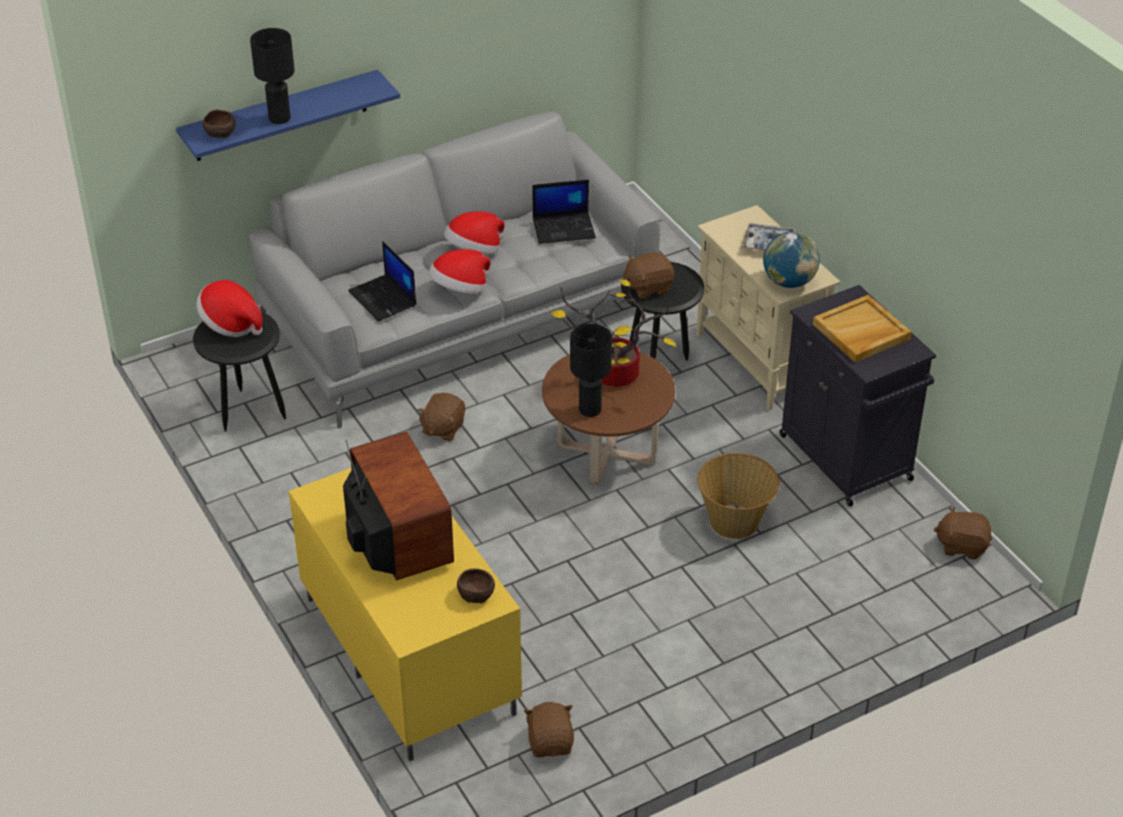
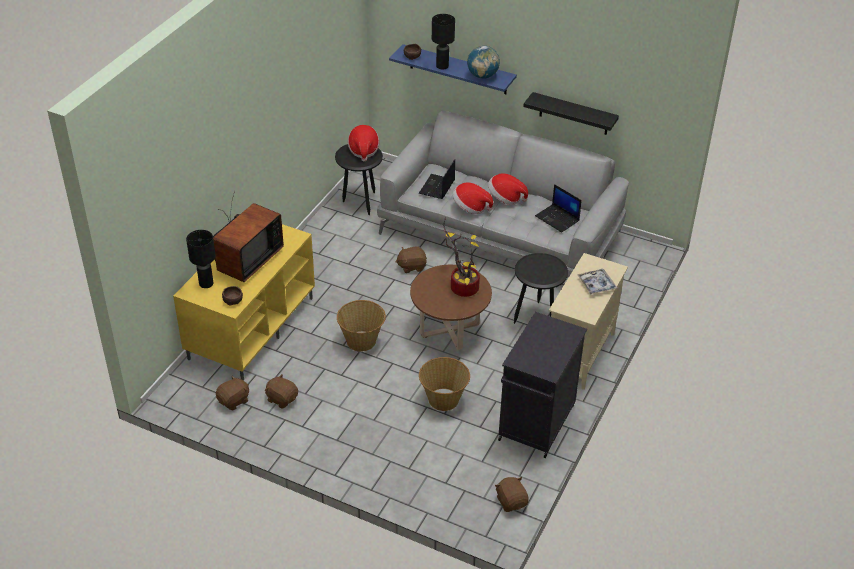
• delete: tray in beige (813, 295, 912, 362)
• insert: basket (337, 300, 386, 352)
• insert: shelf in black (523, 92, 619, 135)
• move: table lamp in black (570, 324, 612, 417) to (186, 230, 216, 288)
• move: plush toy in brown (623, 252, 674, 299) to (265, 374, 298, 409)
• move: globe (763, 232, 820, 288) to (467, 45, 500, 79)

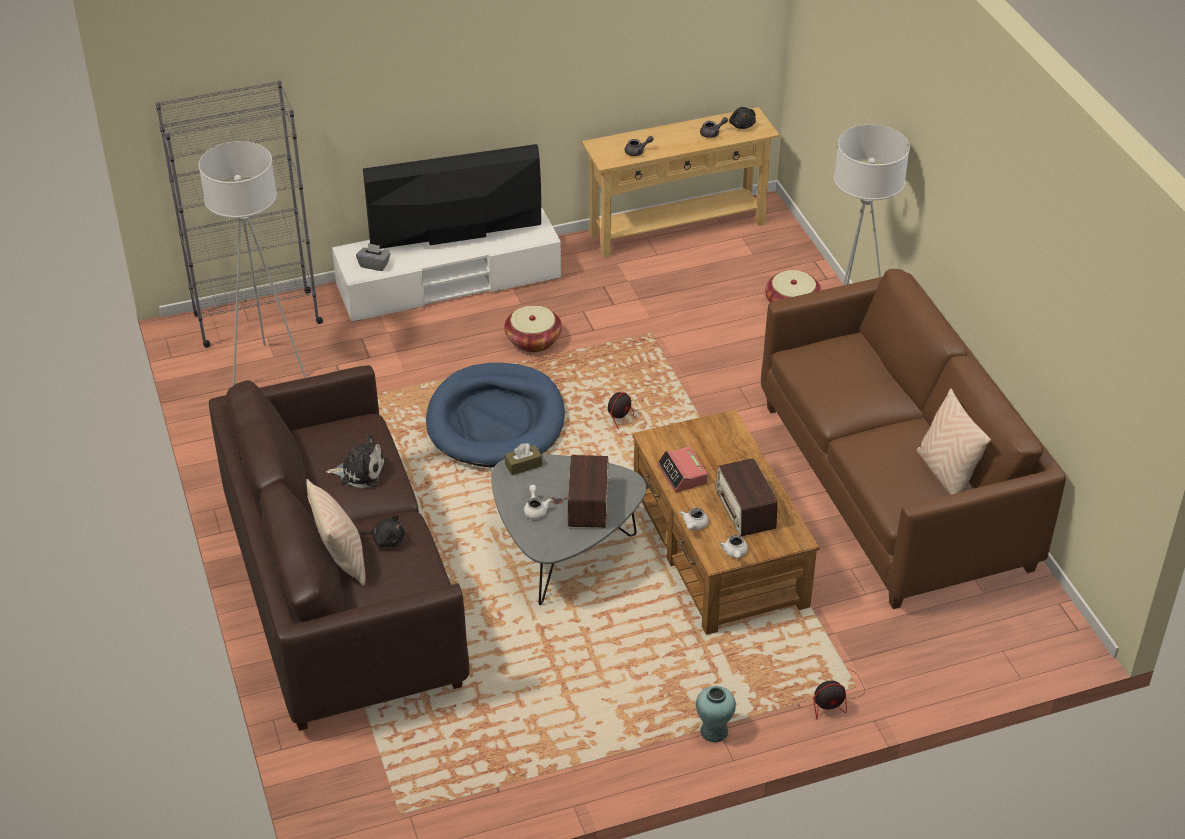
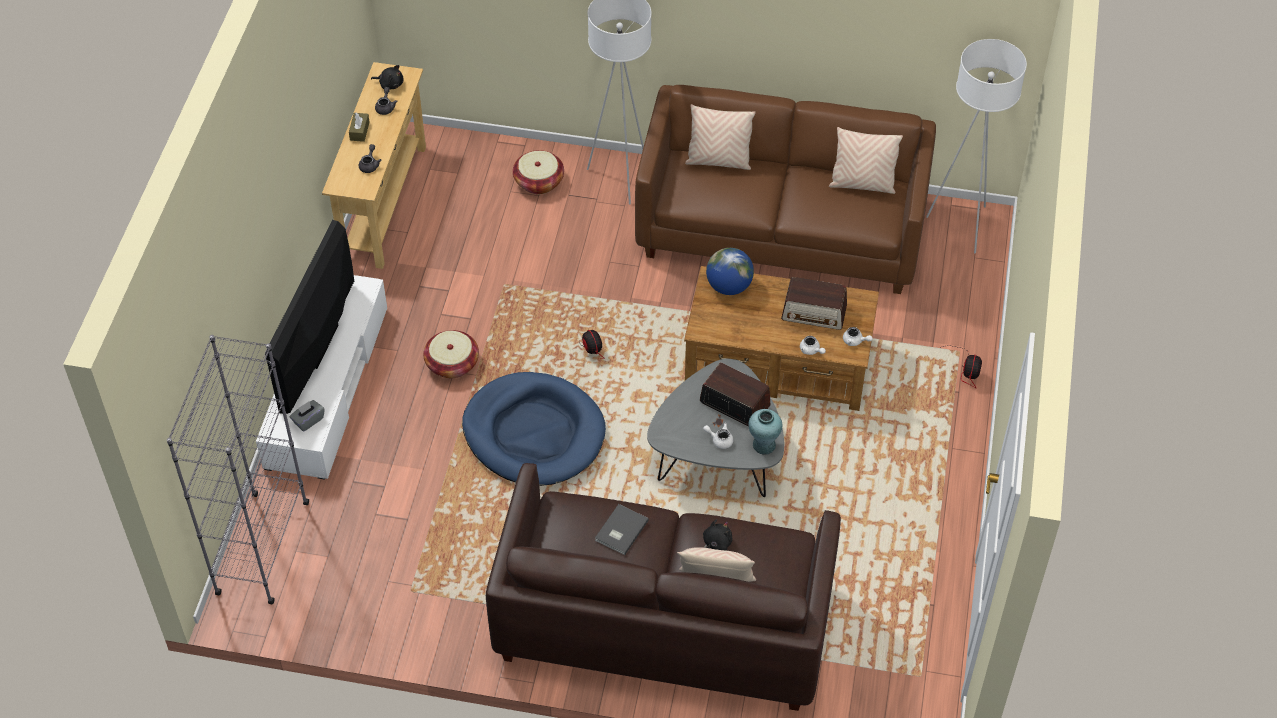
• delete: alarm clock (657, 447, 708, 493)
• insert: pillow in beige (685, 104, 756, 170)
• insert: globe (706, 248, 754, 295)
• move: floor lamp in white (199, 141, 306, 386) to (926, 39, 1027, 253)
• move: tissue box in brown (505, 443, 542, 475) to (349, 113, 370, 142)
• move: vase in turquoise (696, 686, 736, 743) to (748, 409, 782, 455)
• replace: plush toy (326, 434, 385, 488) to book in grey (595, 504, 649, 555)

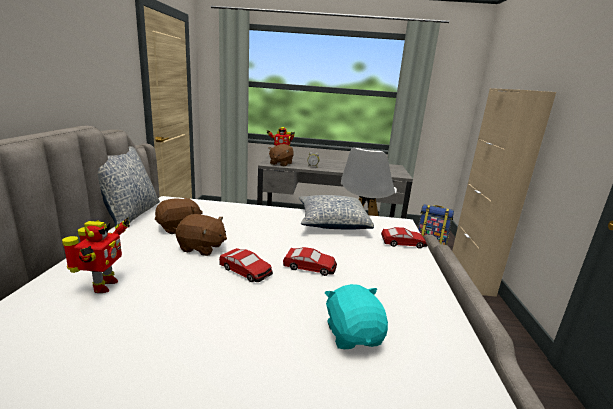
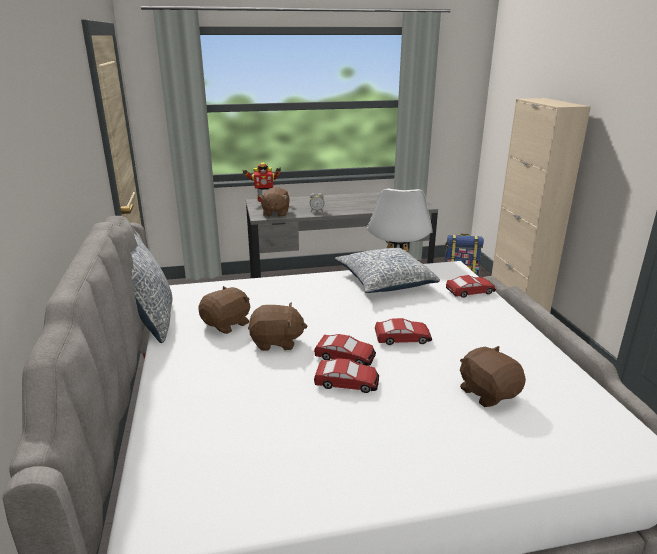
• delete: toy robot (62, 217, 130, 293)
• insert: toy car (314, 358, 379, 393)
• recolor: plush toy in turquoise (325, 284, 388, 349) to plush toy in brown (460, 346, 526, 407)

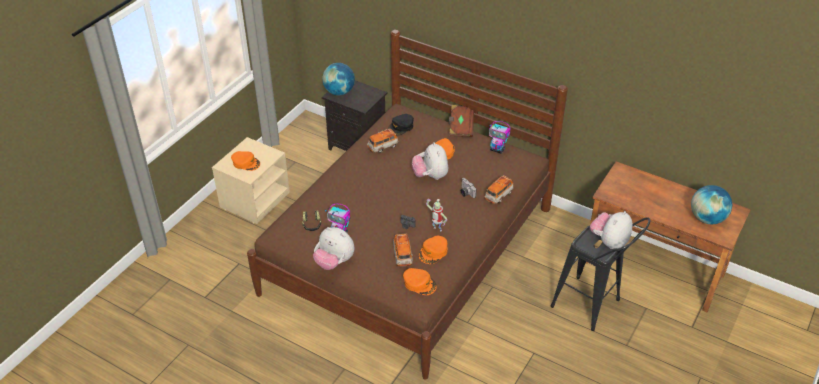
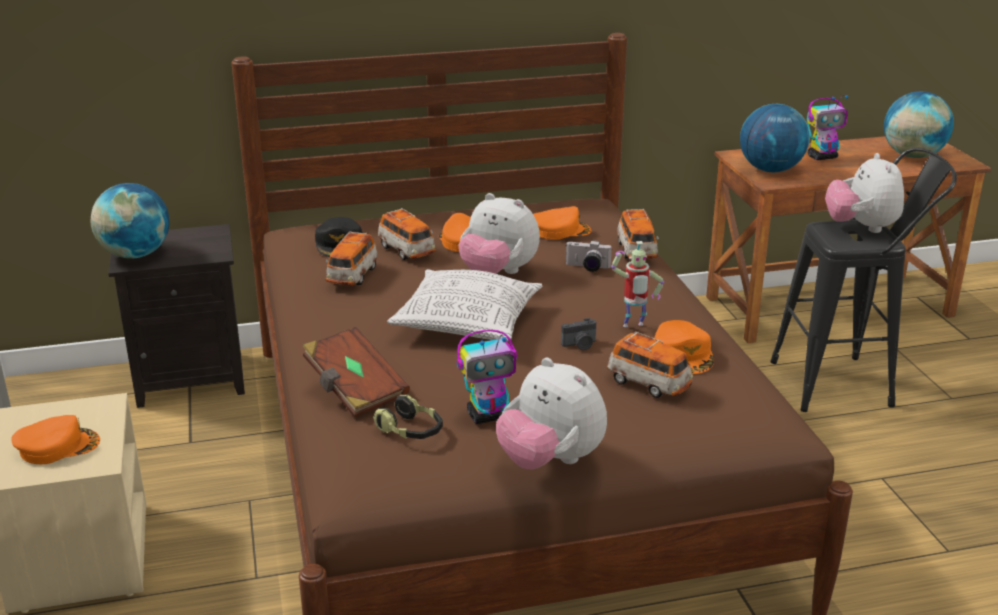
• insert: toy car (378, 208, 436, 260)
• insert: pillow (387, 269, 543, 342)
• insert: globe (740, 104, 810, 172)
• move: cap in orange (403, 268, 437, 295) to (533, 206, 592, 240)
• move: book in brown (448, 105, 474, 137) to (303, 327, 410, 418)
• move: toy robot (489, 121, 510, 154) to (807, 95, 849, 160)
• rotate: plush toy (313, 227, 355, 270) = (496, 357, 607, 469) 60 degrees clockwise

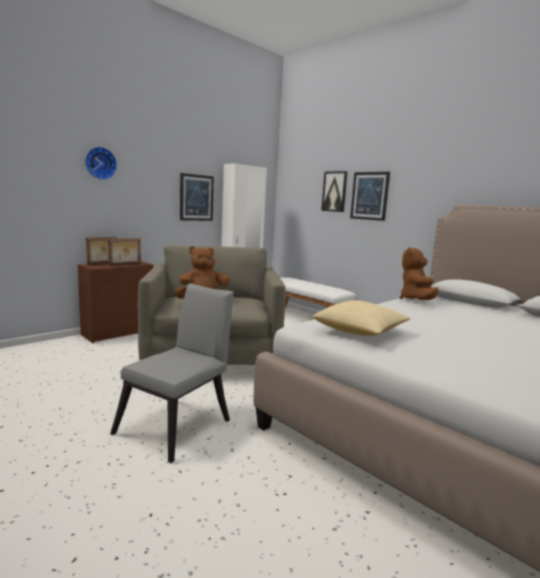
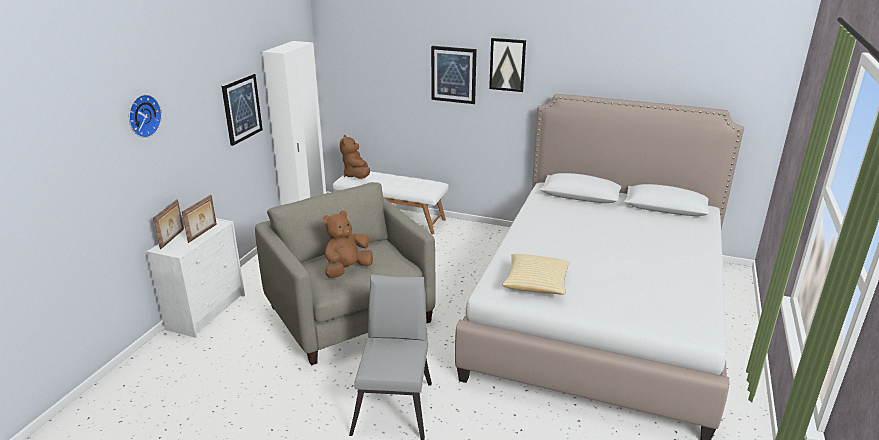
• move: picture (321, 171, 348, 212) to (489, 38, 526, 92)
• move: plush toy in brown (400, 247, 438, 300) to (340, 135, 370, 178)
• recolor: dresser in brown (78, 261, 153, 343) to dresser in white (146, 218, 245, 338)

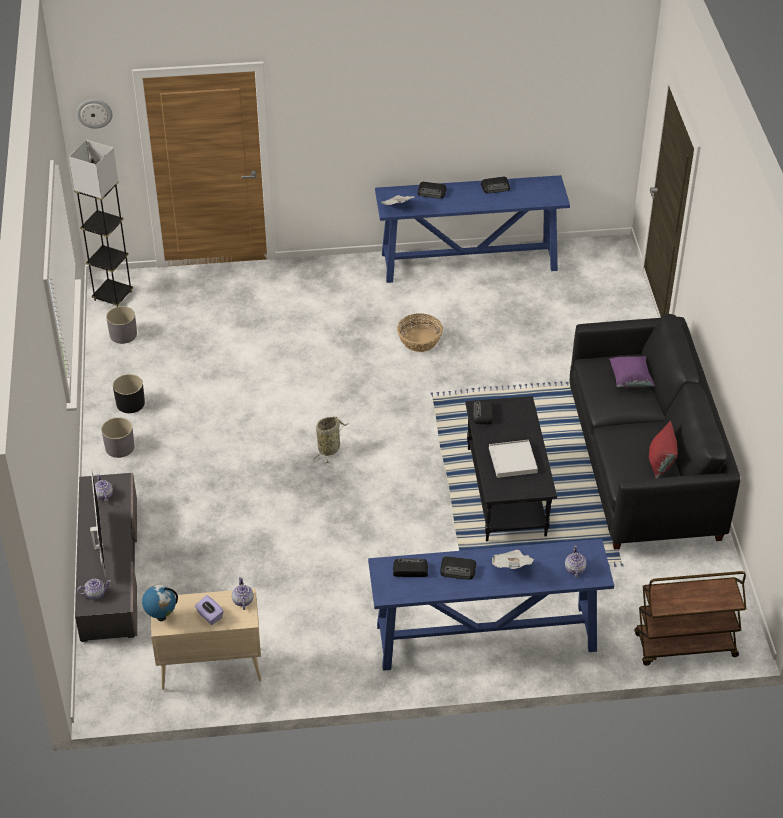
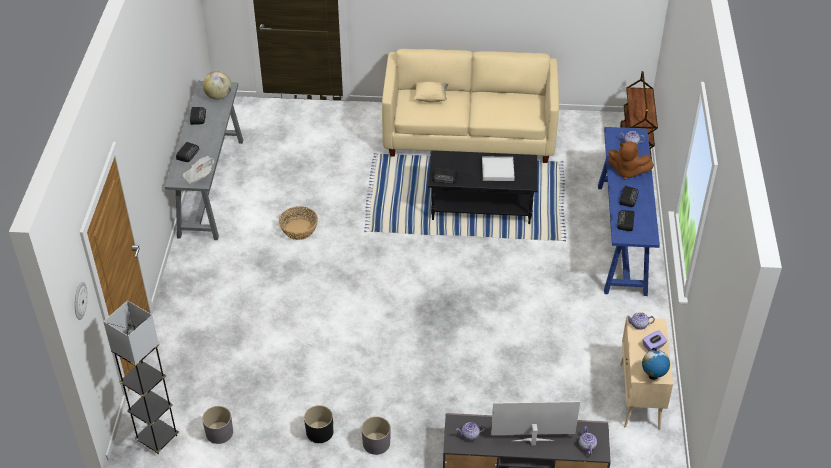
• delete: basket (313, 417, 349, 463)
• delete: pillow in red (649, 421, 678, 478)
• insert: globe (203, 71, 232, 100)
• replace: newspaper (492, 550, 534, 569) to plush toy in brown (608, 141, 654, 180)
• recolor: console table in blue (375, 175, 570, 283) to console table in grey (164, 81, 243, 240)
• recolor: sofa in black (570, 314, 741, 549) to sofa in beige (382, 49, 559, 163)
• recolor: pillow in purple (609, 356, 655, 388) to pillow in beige (414, 82, 449, 102)

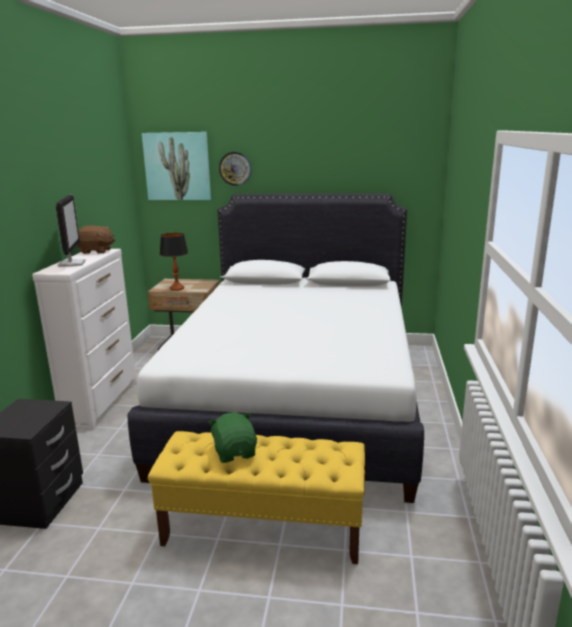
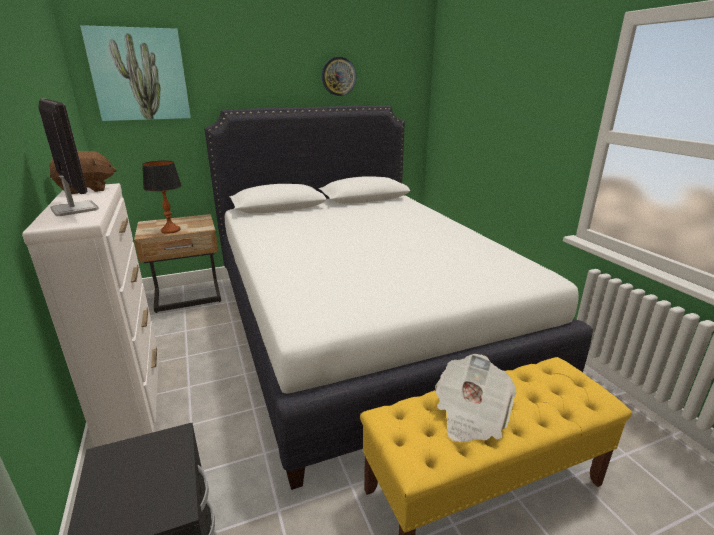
• move: wall clock (219, 152, 252, 186) to (322, 57, 356, 96)
• replace: plush toy in green (208, 412, 257, 463) to newspaper (435, 354, 517, 442)

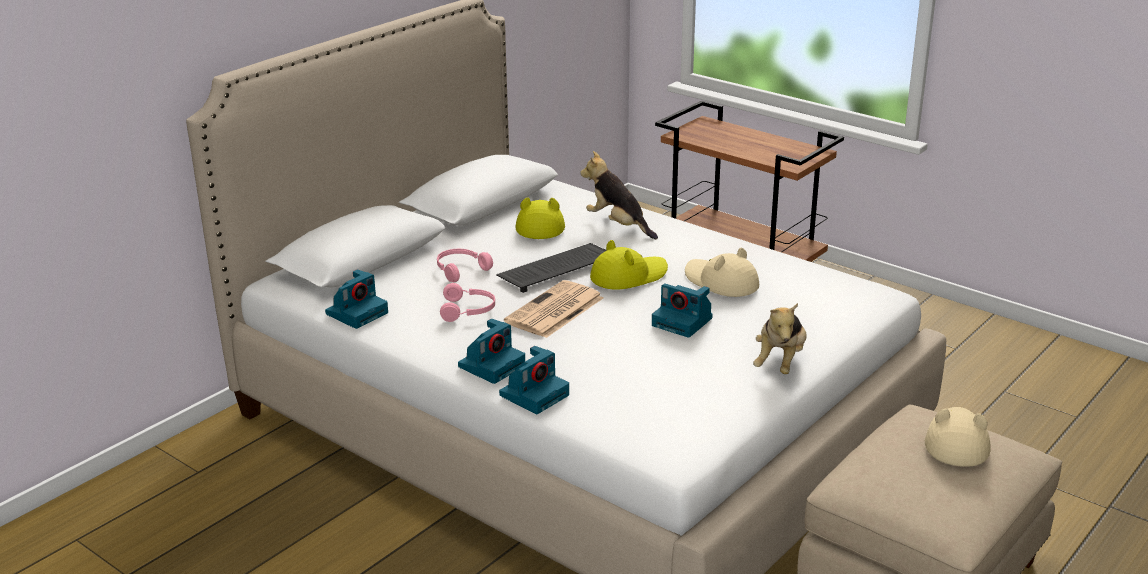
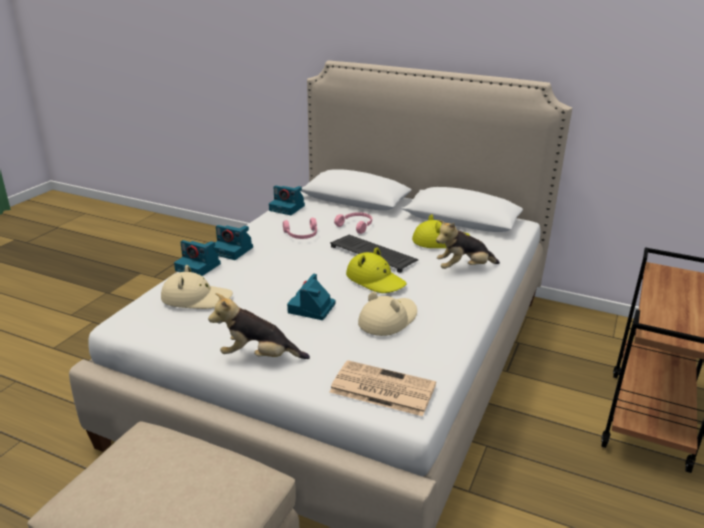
• move: newspaper (504, 280, 603, 338) to (330, 360, 436, 416)
• move: hat in beige (925, 407, 991, 467) to (161, 265, 233, 309)
• rotate: plush toy (580, 151, 658, 239) = (436, 220, 500, 269) 135 degrees counterclockwise

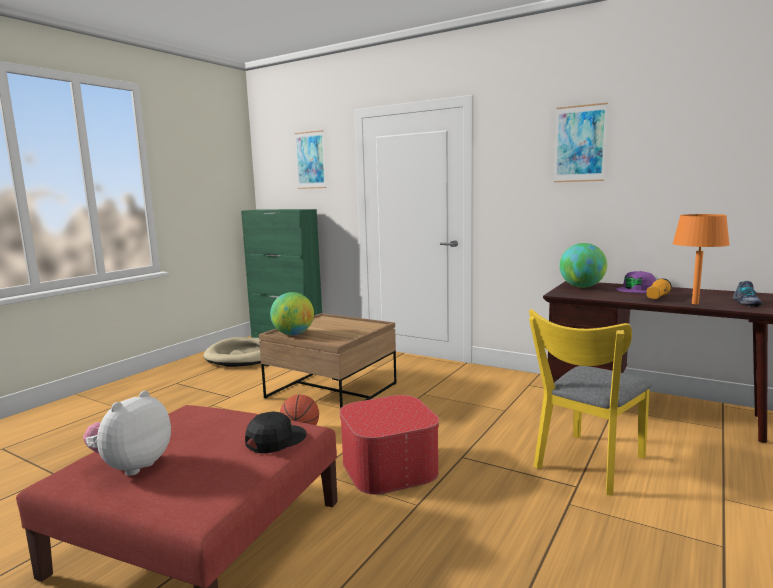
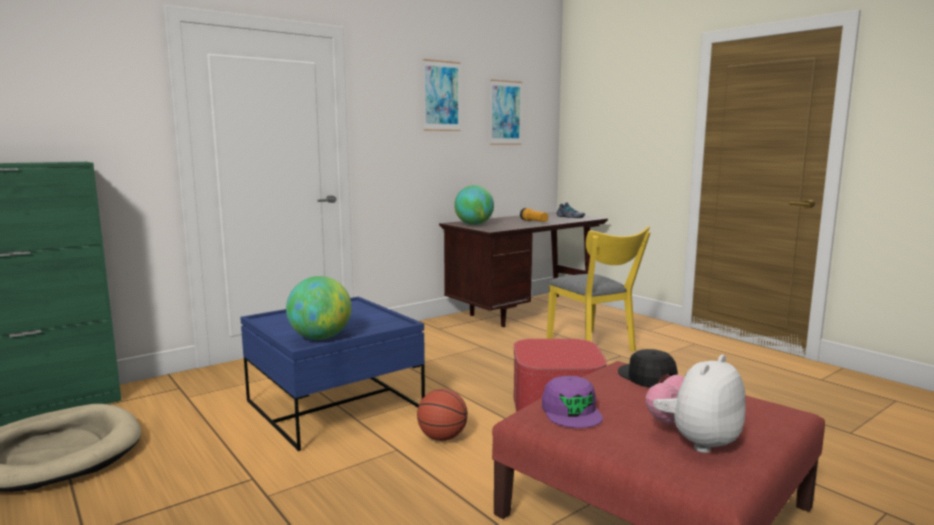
• delete: table lamp in orange (672, 214, 730, 304)
• move: picture (294, 130, 326, 189) to (490, 79, 522, 145)
• move: cap in purple (616, 271, 656, 293) to (542, 376, 603, 428)
• recolor: coffee table in brown (259, 313, 396, 409) to coffee table in blue (240, 297, 425, 451)
• rotate: plush toy (83, 391, 171, 476) = (646, 354, 746, 453) 90 degrees clockwise

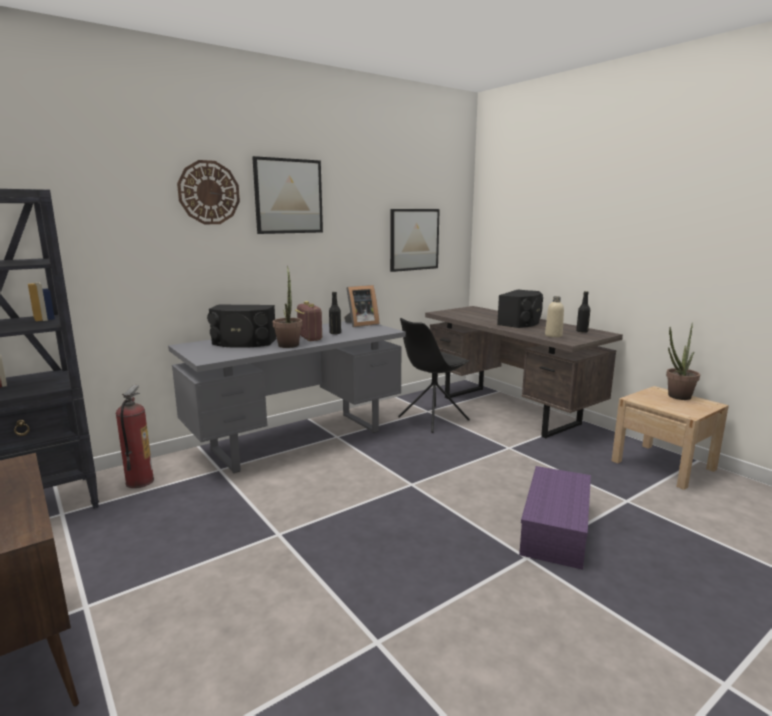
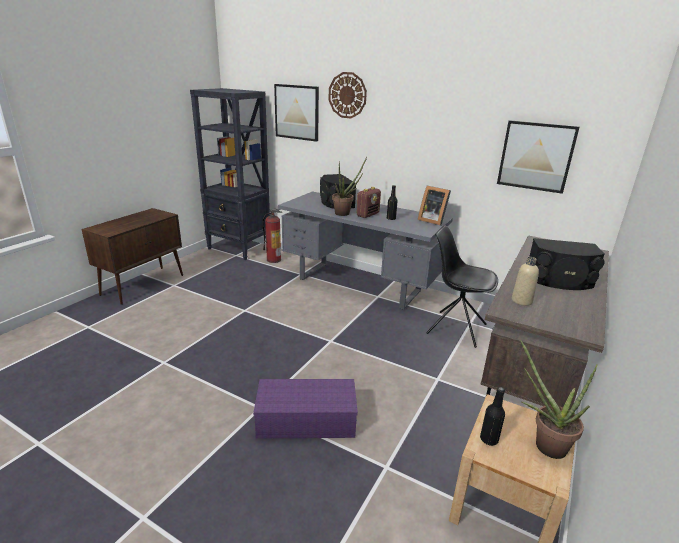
• move: picture (252, 156, 323, 234) to (274, 84, 319, 142)
• move: bottle in black (576, 291, 590, 333) to (480, 387, 505, 446)

